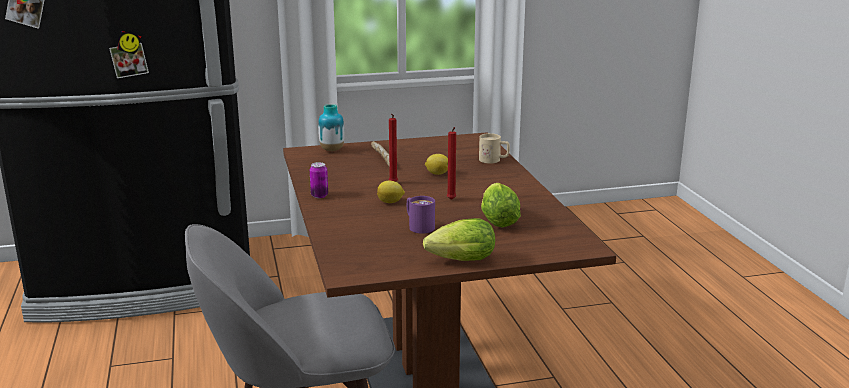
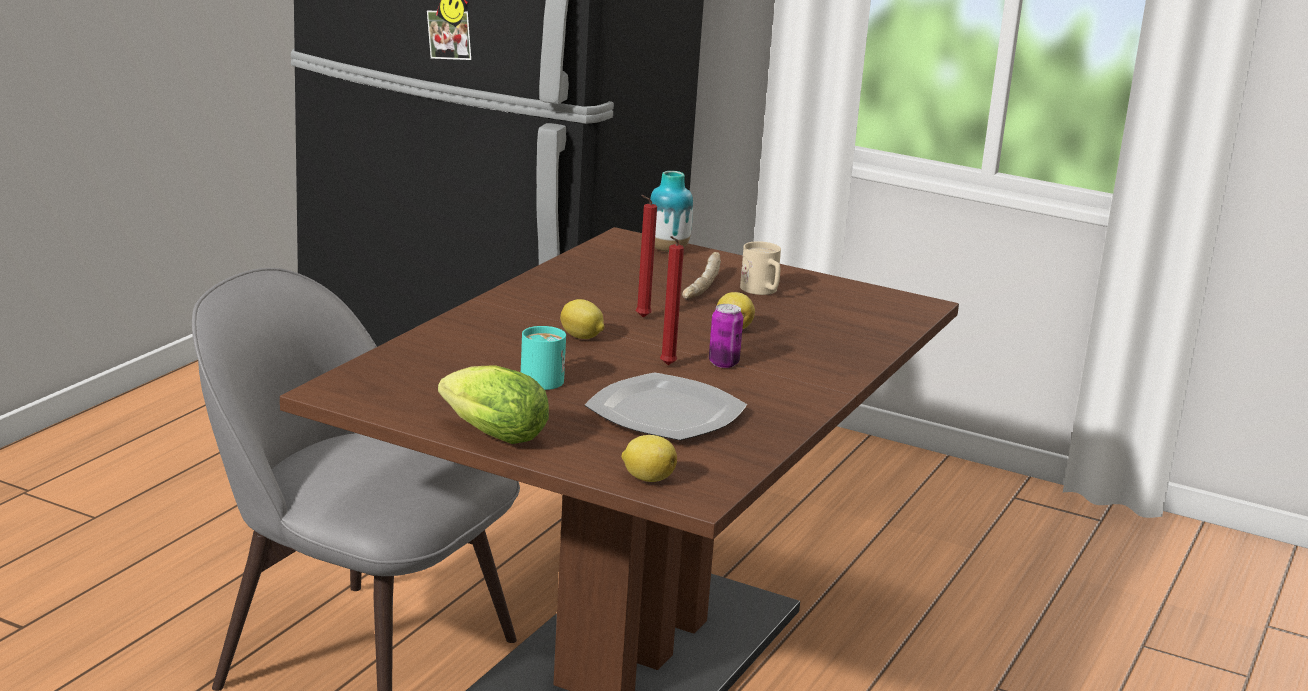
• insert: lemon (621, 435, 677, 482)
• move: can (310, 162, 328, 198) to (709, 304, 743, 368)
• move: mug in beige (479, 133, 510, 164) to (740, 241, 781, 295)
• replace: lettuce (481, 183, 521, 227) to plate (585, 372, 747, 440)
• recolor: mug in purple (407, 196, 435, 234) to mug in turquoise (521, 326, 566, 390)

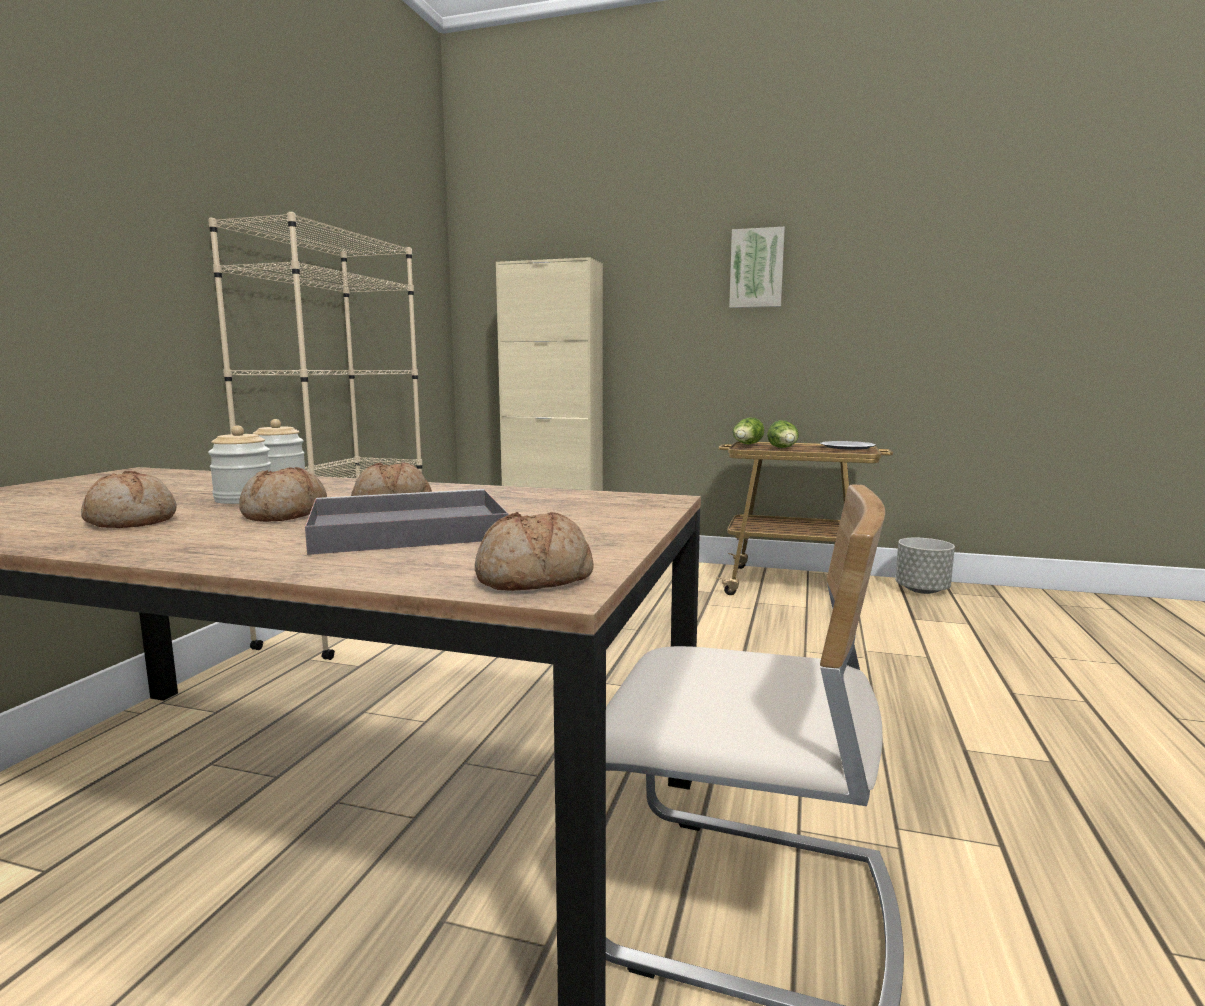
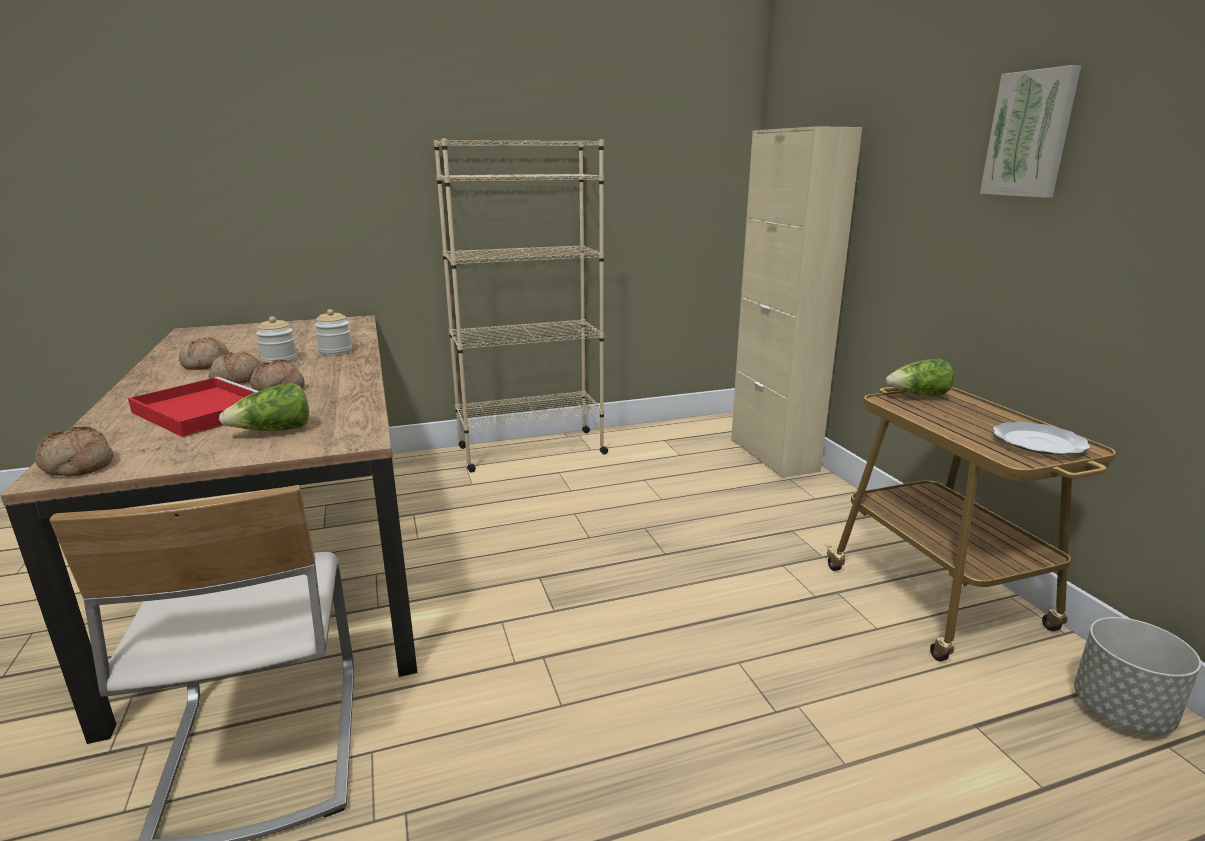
• move: lettuce (767, 420, 799, 448) to (219, 383, 309, 431)
• recolor: tray in grey (305, 489, 509, 555) to tray in red (128, 377, 258, 437)

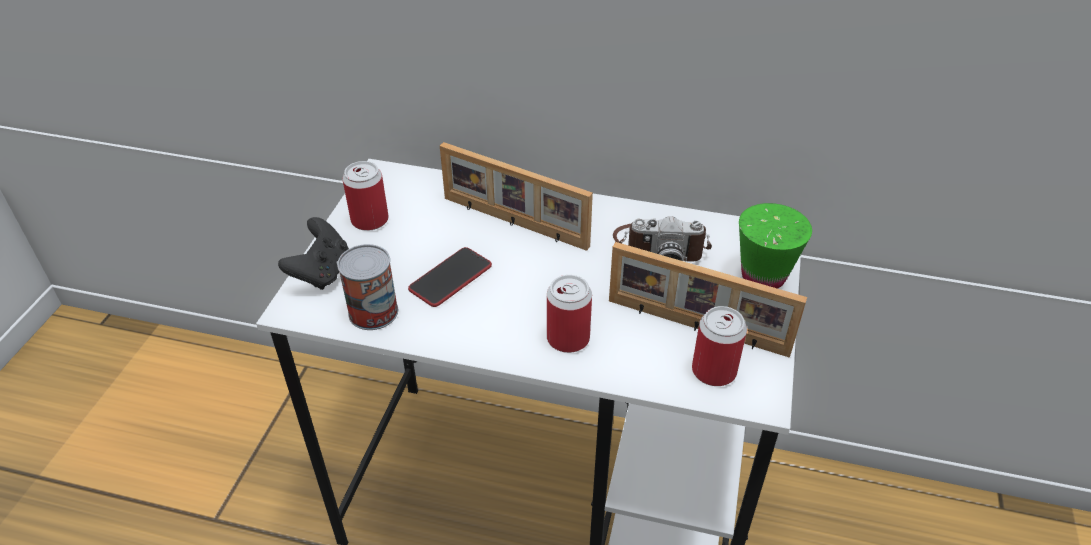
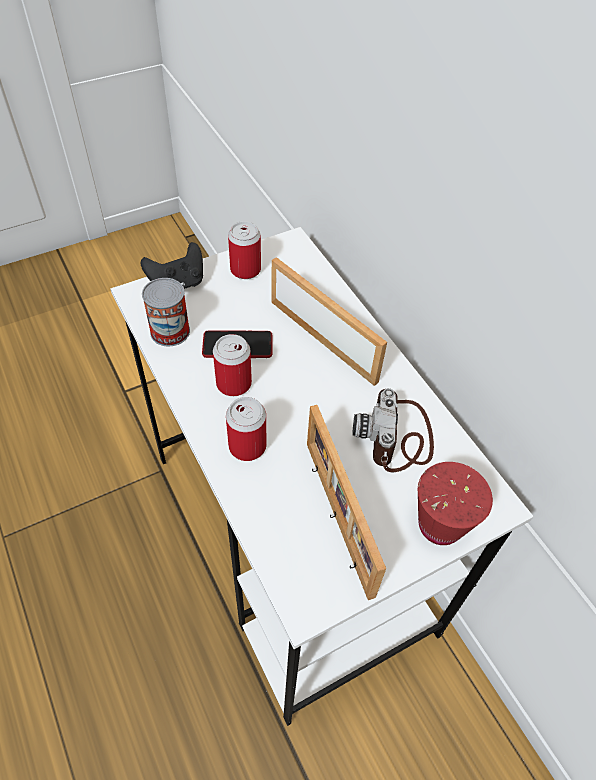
• move: can (692, 306, 747, 386) to (213, 334, 252, 396)
• recolor: cup in green (739, 203, 812, 289) to cup in red (418, 462, 493, 545)
• rotate: picture frame (440, 142, 593, 251) = (272, 257, 387, 386) 150 degrees clockwise
• rotate: photo camera (613, 216, 712, 262) = (352, 388, 434, 472) 45 degrees clockwise

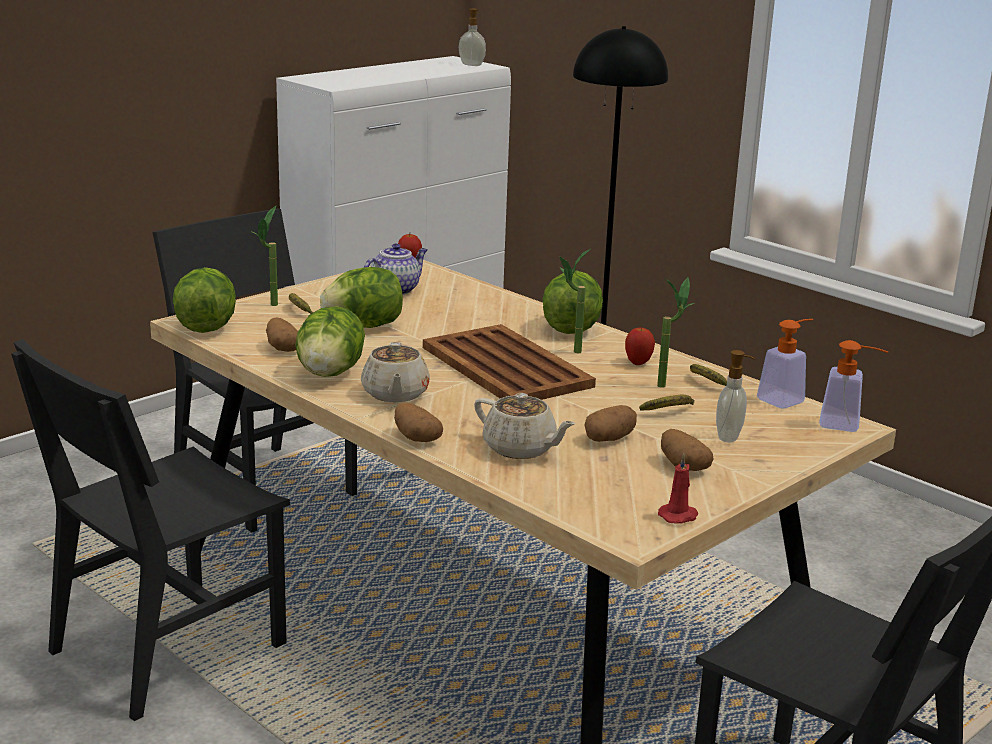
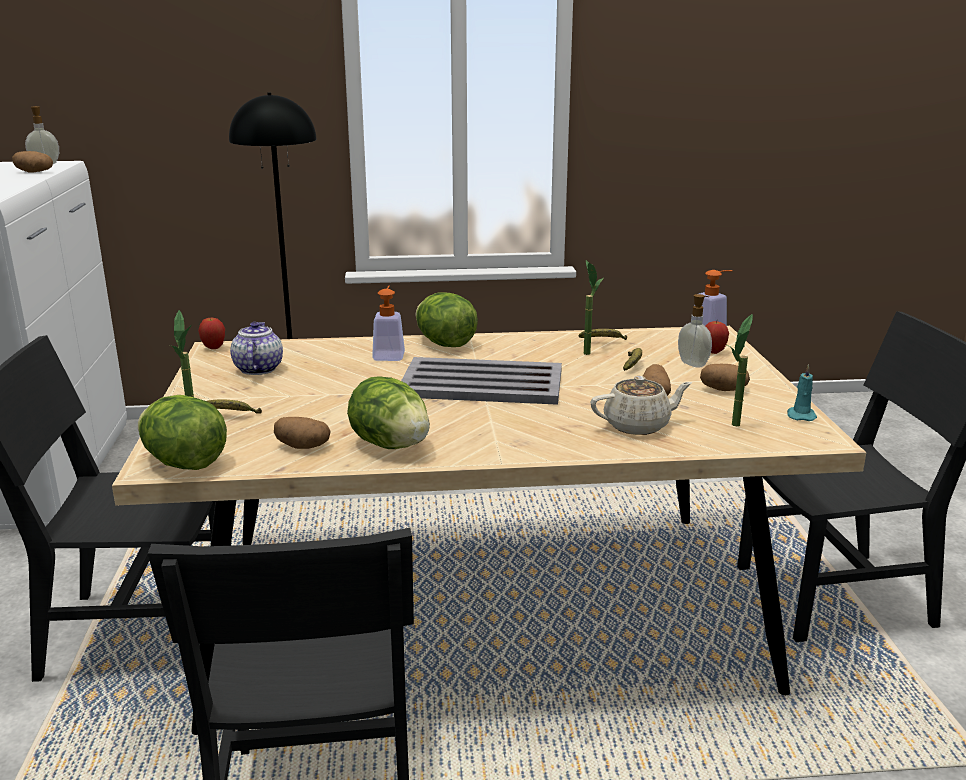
• delete: lettuce (320, 267, 403, 328)
• delete: teapot in beige (361, 342, 430, 402)
• move: potato (394, 402, 443, 442) to (12, 151, 53, 173)
• move: potted plant (560, 249, 590, 354) to (725, 314, 753, 427)
• move: apple (625, 328, 655, 365) to (706, 321, 729, 354)
• move: soap dispenser (757, 319, 813, 409) to (372, 285, 405, 361)
• recolor: tray in brown (423, 324, 596, 400) to tray in grey (401, 357, 562, 405)
• recolor: candle in red (658, 454, 698, 524) to candle in turquoise (787, 364, 817, 421)

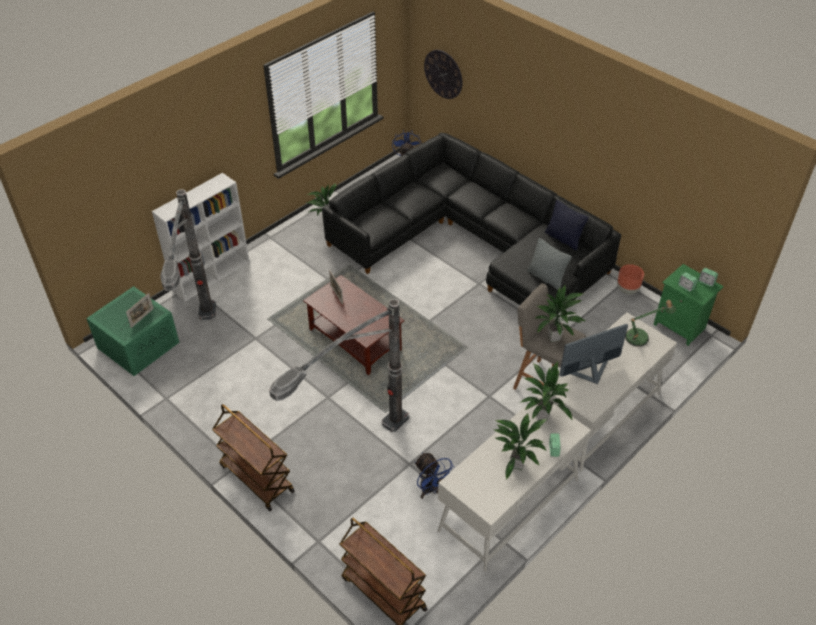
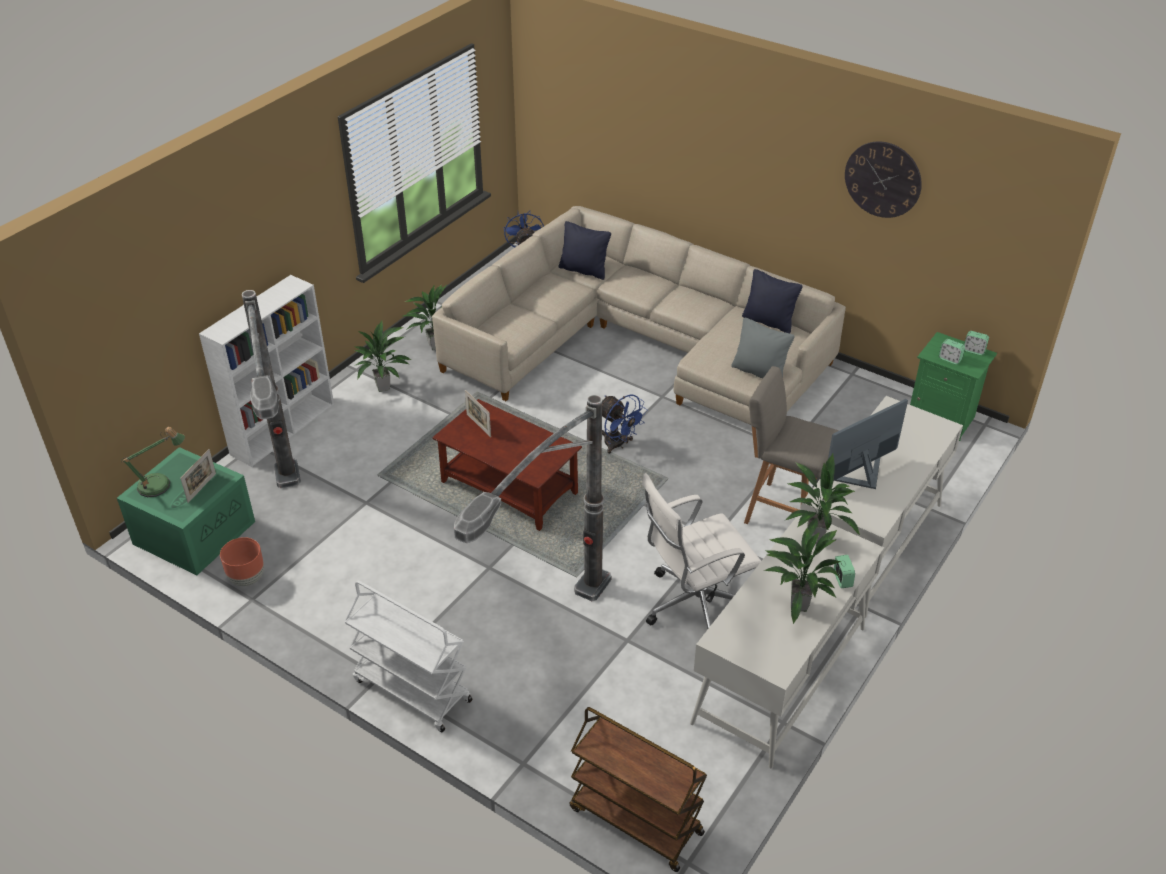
• insert: pillow in black (559, 221, 611, 280)
• insert: office chair in white (642, 473, 761, 629)
• move: fan in blue (415, 452, 455, 499) to (602, 394, 648, 454)
• move: wall clock (424, 50, 463, 99) to (845, 141, 922, 218)
• move: potted plant (535, 285, 585, 342) to (353, 321, 411, 392)
• move: planter in brown (617, 264, 644, 294) to (220, 537, 264, 586)
• move: table lamp (625, 300, 676, 347) to (123, 427, 185, 497)
• recolor: cart in brown (212, 404, 295, 511) to cart in white (344, 580, 472, 732)
• recolor: sofa in black (322, 133, 621, 313) to sofa in beige (432, 206, 846, 425)

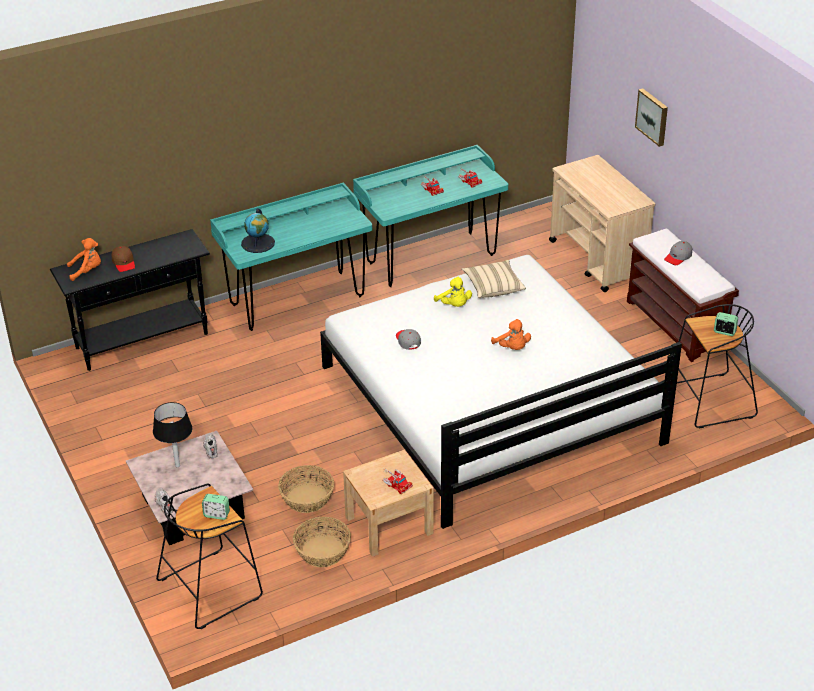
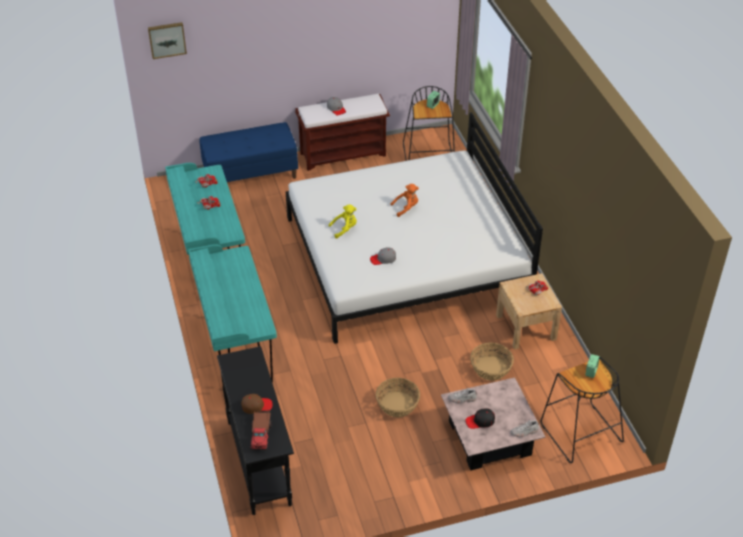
• delete: globe (241, 208, 275, 253)
• delete: pillow in beige (462, 260, 526, 298)
• move: basket (293, 517, 351, 567) to (376, 378, 420, 417)
• move: picture (635, 88, 668, 147) to (148, 22, 187, 59)
• replace: plush toy in orange (67, 238, 101, 281) to toy truck (250, 410, 272, 450)
• replace: table lamp in black (153, 402, 192, 467) to cap in black (465, 408, 495, 429)
• replace: cart in beige (549, 155, 655, 292) to bench in blue (199, 122, 298, 182)

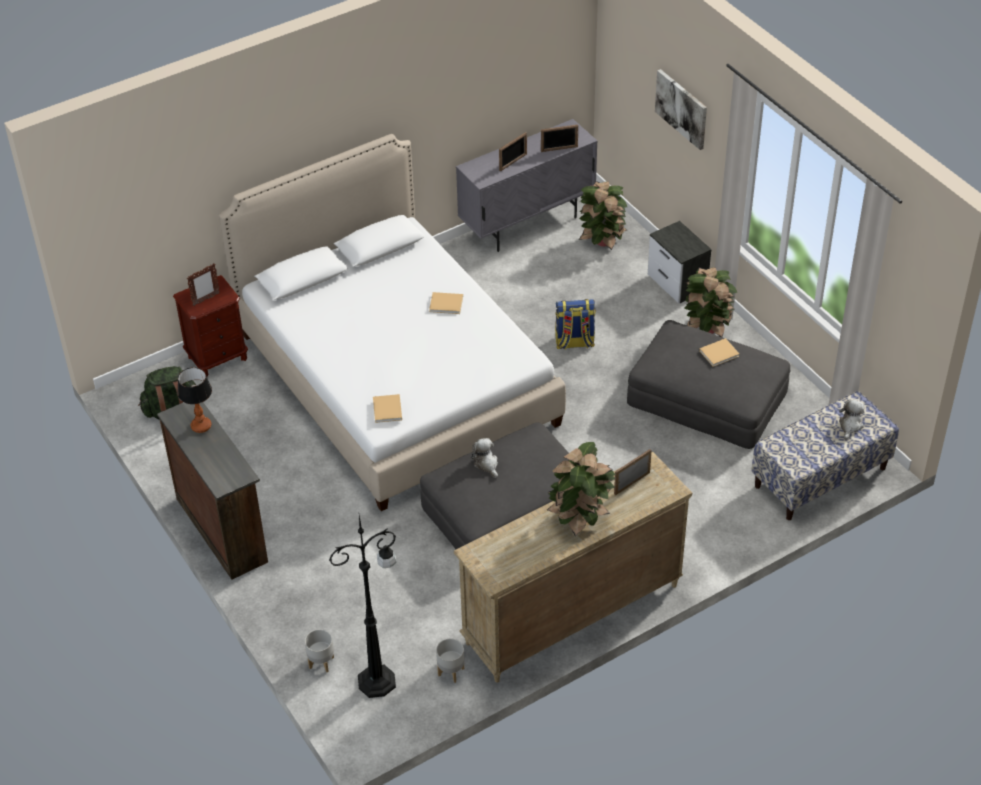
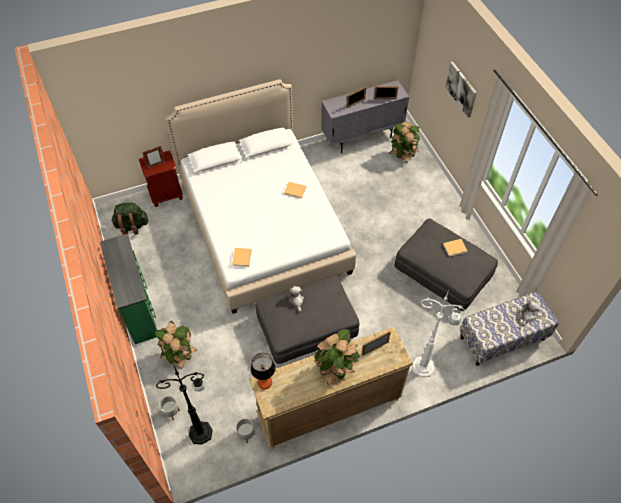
• delete: backpack (555, 299, 596, 350)
• delete: nightstand (648, 221, 712, 303)
• insert: floor lamp in white (412, 290, 465, 377)
• move: table lamp (177, 367, 212, 433) to (250, 353, 275, 390)
• move: potted plant (685, 267, 738, 337) to (155, 321, 197, 370)
• recolor: dresser in brown (157, 402, 268, 580) to dresser in green (100, 234, 157, 344)

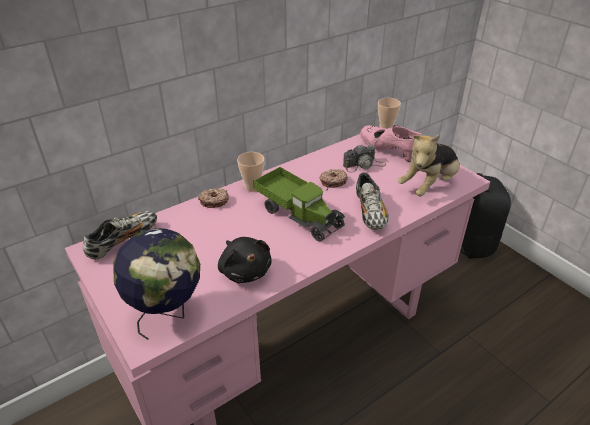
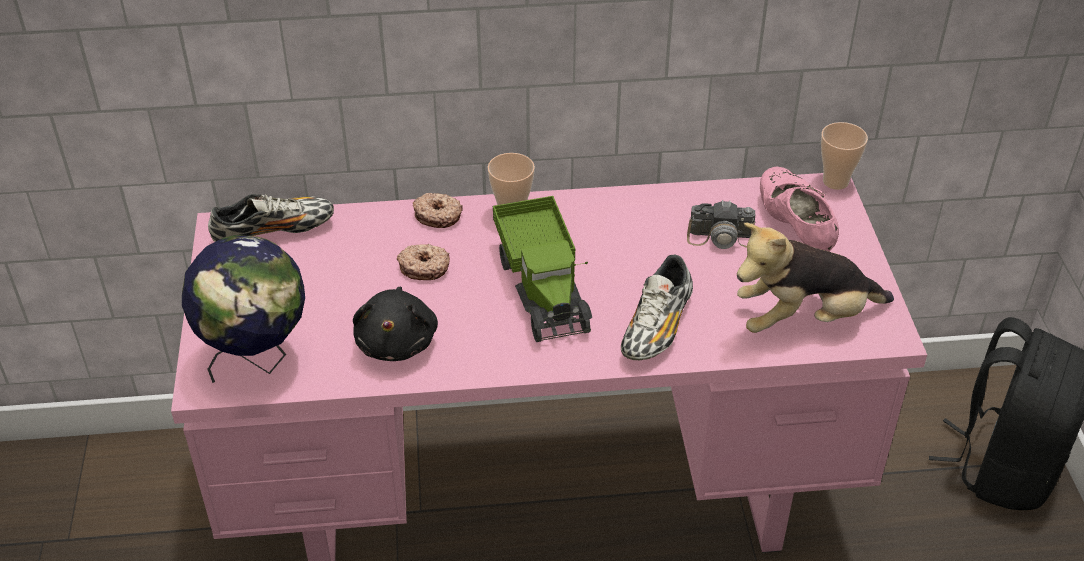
• move: donut (319, 169, 348, 188) to (397, 244, 450, 280)

